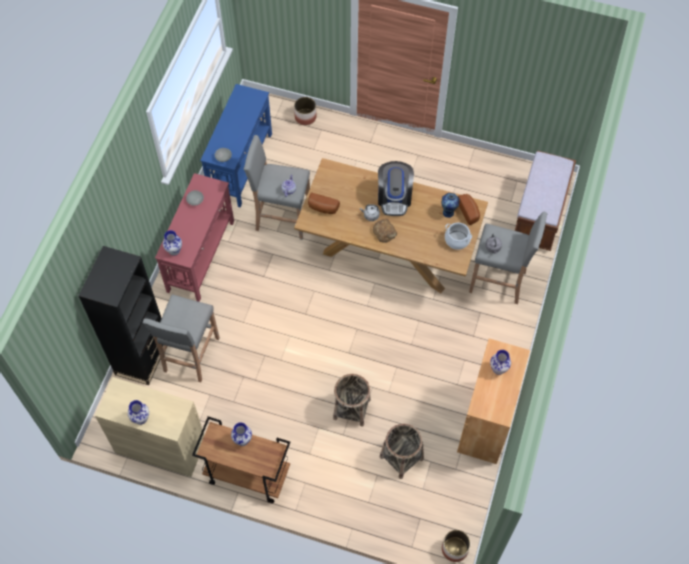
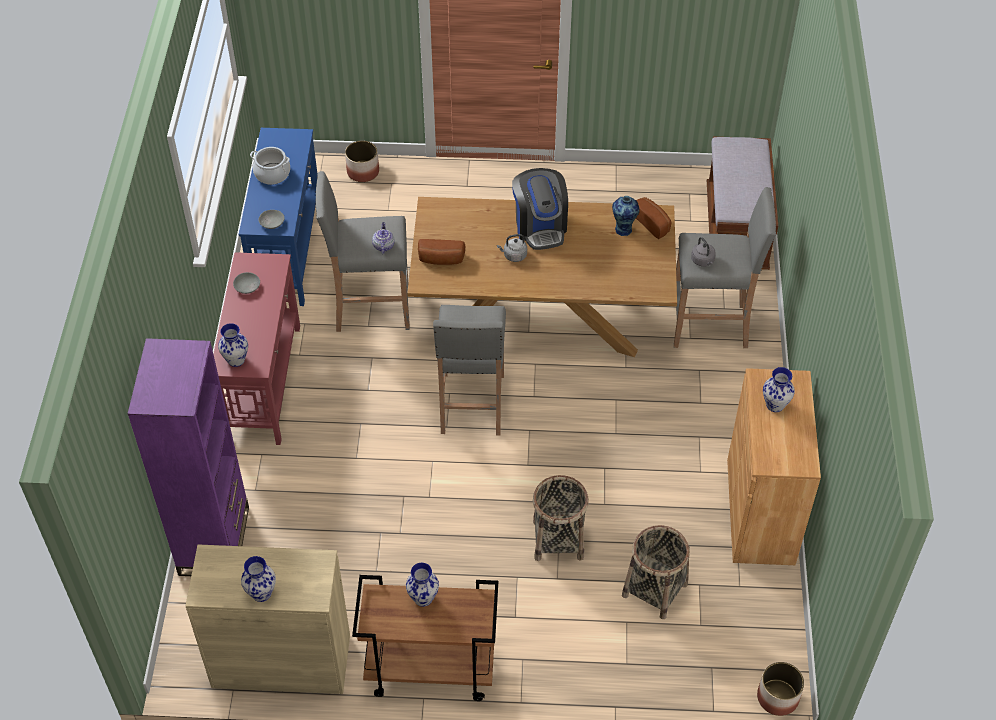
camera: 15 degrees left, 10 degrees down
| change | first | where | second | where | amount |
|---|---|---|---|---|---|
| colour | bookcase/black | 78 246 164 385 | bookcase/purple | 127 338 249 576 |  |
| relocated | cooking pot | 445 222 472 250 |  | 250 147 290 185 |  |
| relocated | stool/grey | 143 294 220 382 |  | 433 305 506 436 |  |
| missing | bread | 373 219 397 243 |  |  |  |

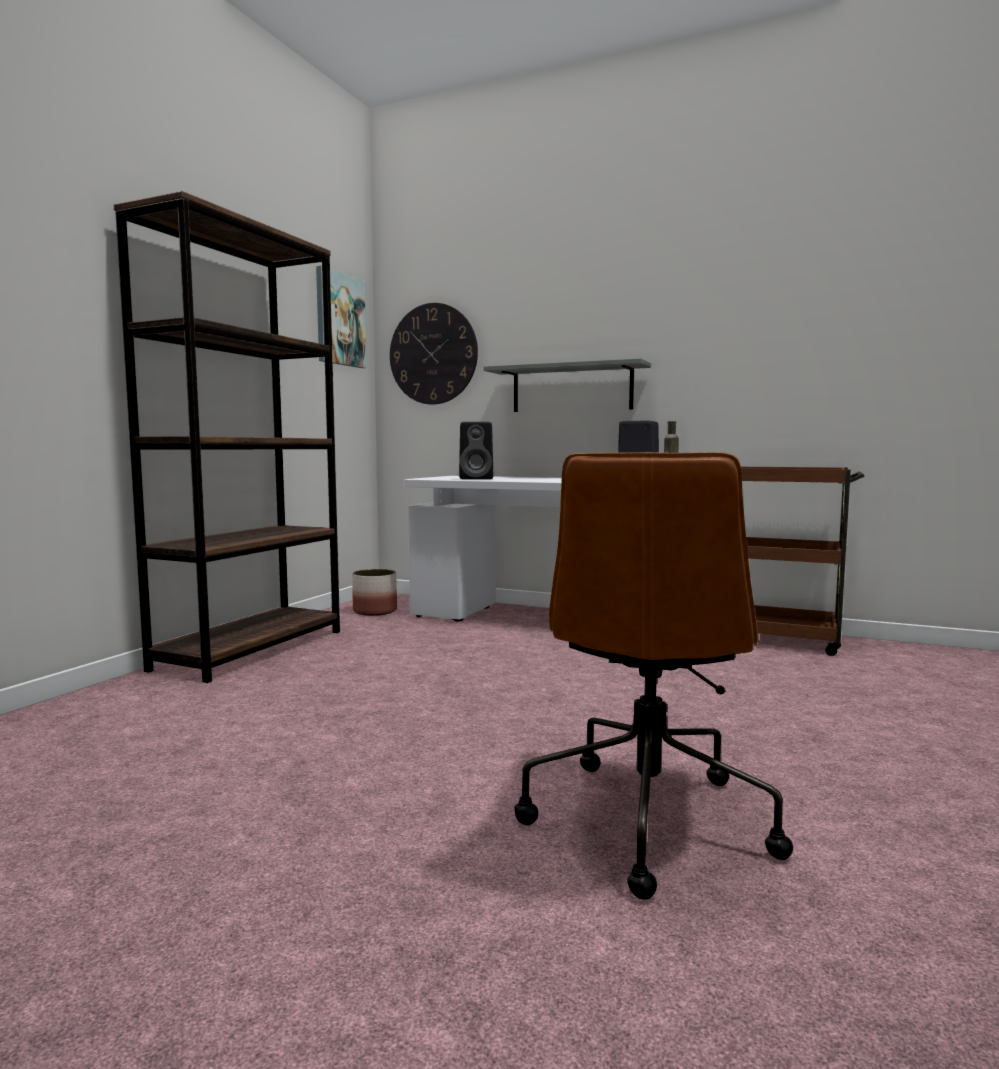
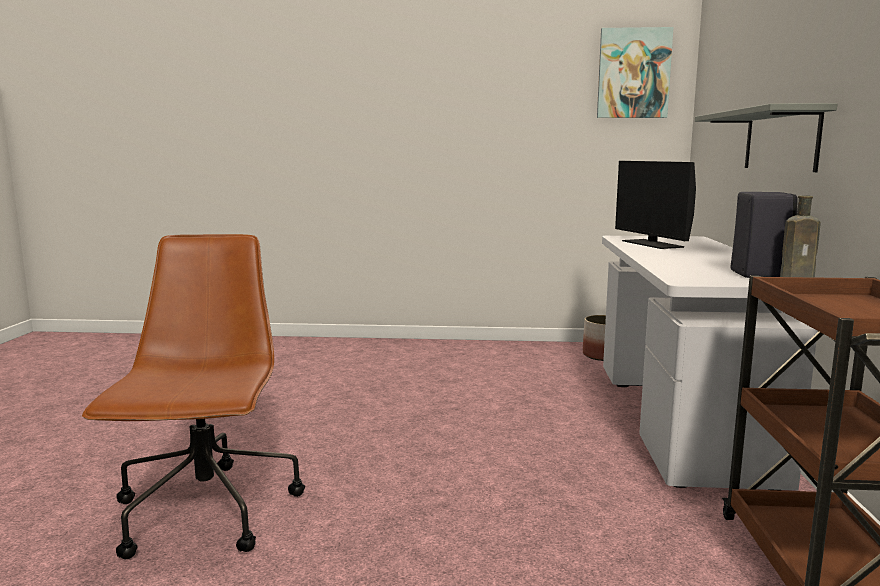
camera: 70 degrees right, 5 degrees up
| change | first | where | second | where | amount |
|---|---|---|---|---|---|
| spun | office chair/brown | 514 452 793 900 |  | 82 234 305 559 | 90 degrees clockwise |
| exchanged | speaker/black | 459 422 493 479 | monitor | 615 161 696 249 |  |
| missing | bookcase/brown | 114 191 340 683 |  |  |  |
| missing | wall clock | 390 303 478 405 |  |  |  |

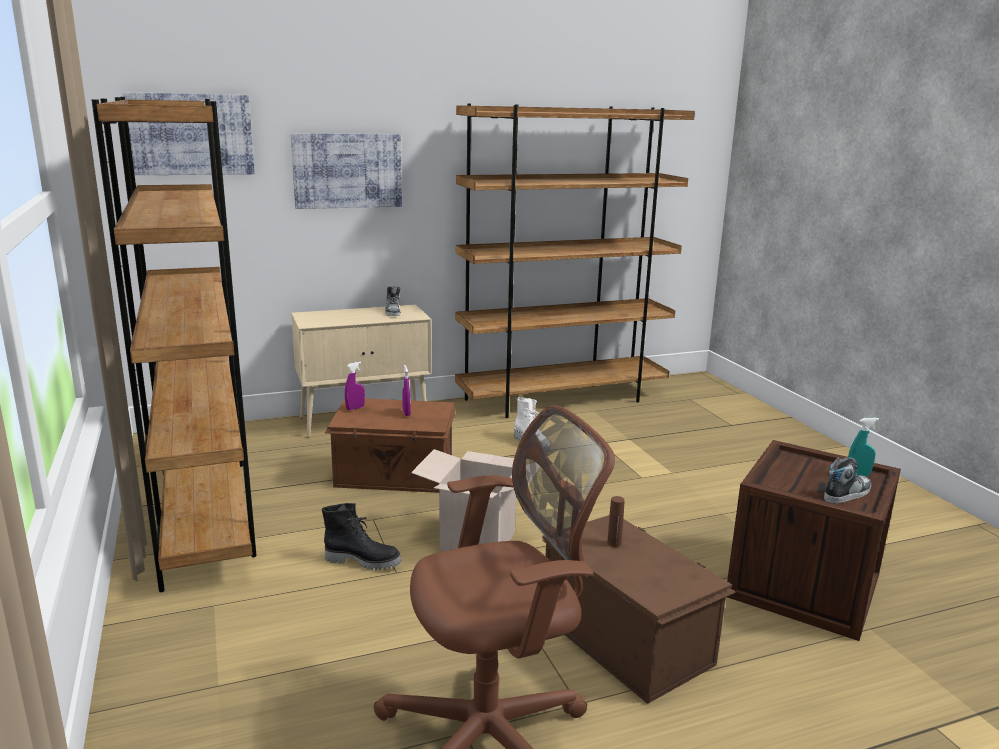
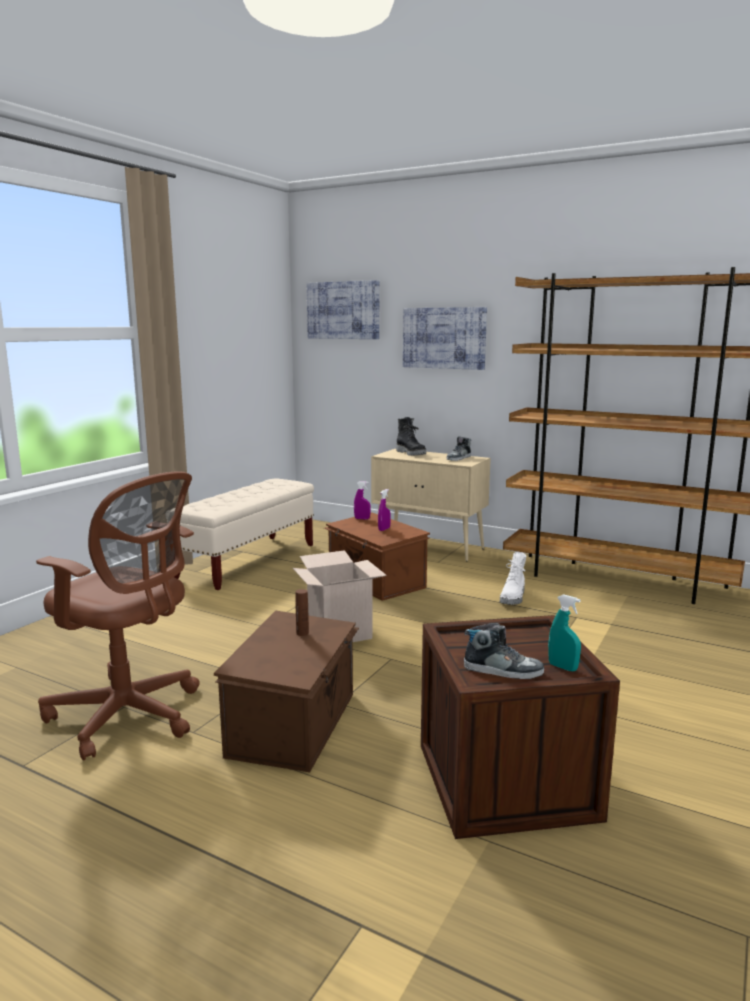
camera: 50 degrees right, 5 degrees down
| change | first | where | second | where | amount |
|---|---|---|---|---|---|
| exchanged | bookcase/brown | 91 97 257 592 | bench/beige | 166 478 314 590 |  |
| relocated | boot/black | 322 503 402 570 |  | 397 417 426 456 |  |

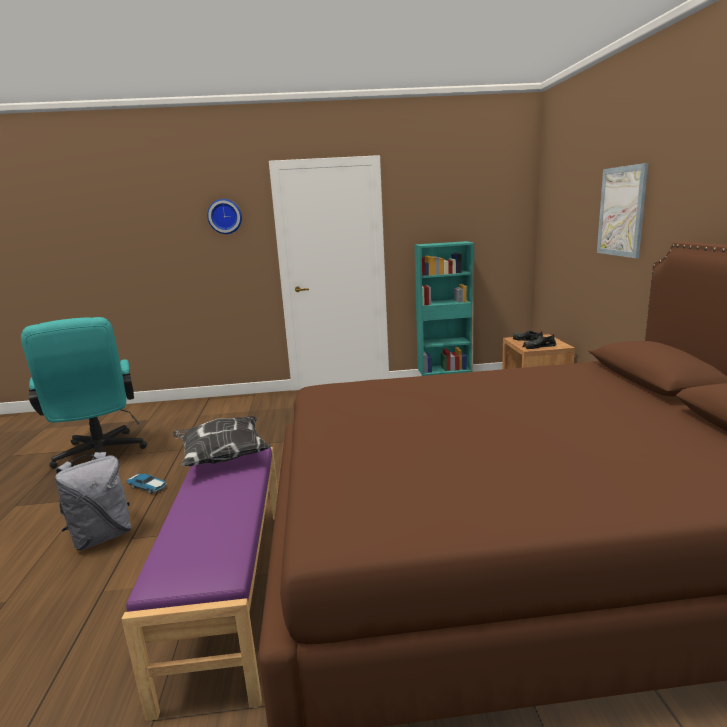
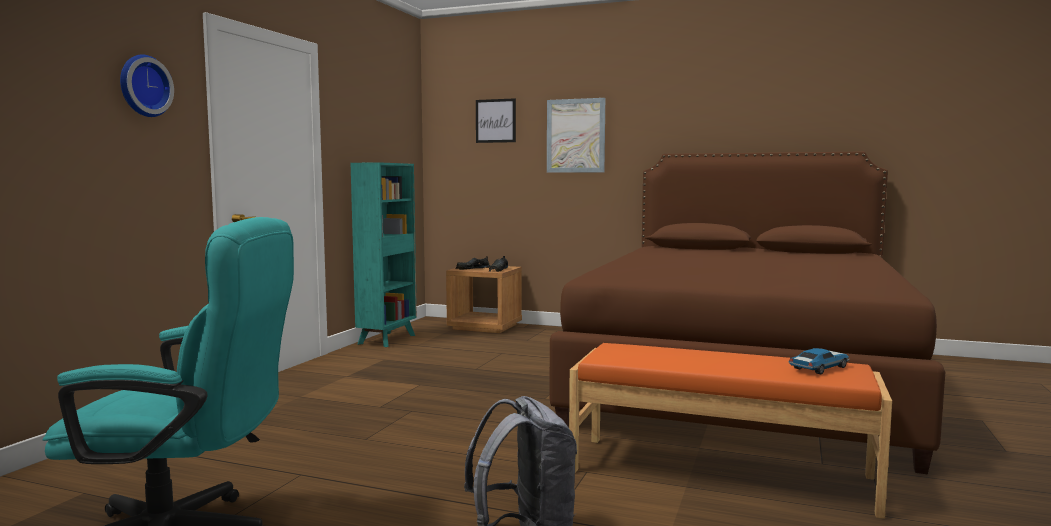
camera: 65 degrees left, 10 degrees down
| change | first | where | second | where | amount |
|---|---|---|---|---|---|
| appeared |  |  | picture | 476 98 516 143 |  |
| colour | bench/purple | 122 447 278 721 | bench/orange | 569 343 892 519 |  |
| relocated | toy car | 126 473 167 494 |  | 788 348 849 375 |  |
| missing | pillow | 173 416 271 466 |  |  |  |

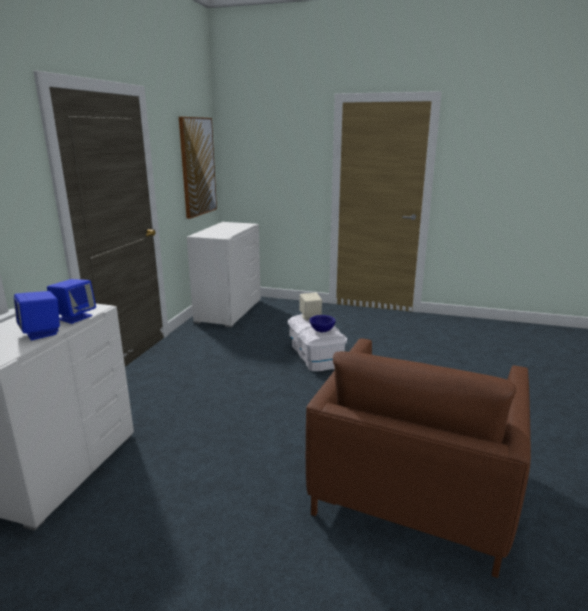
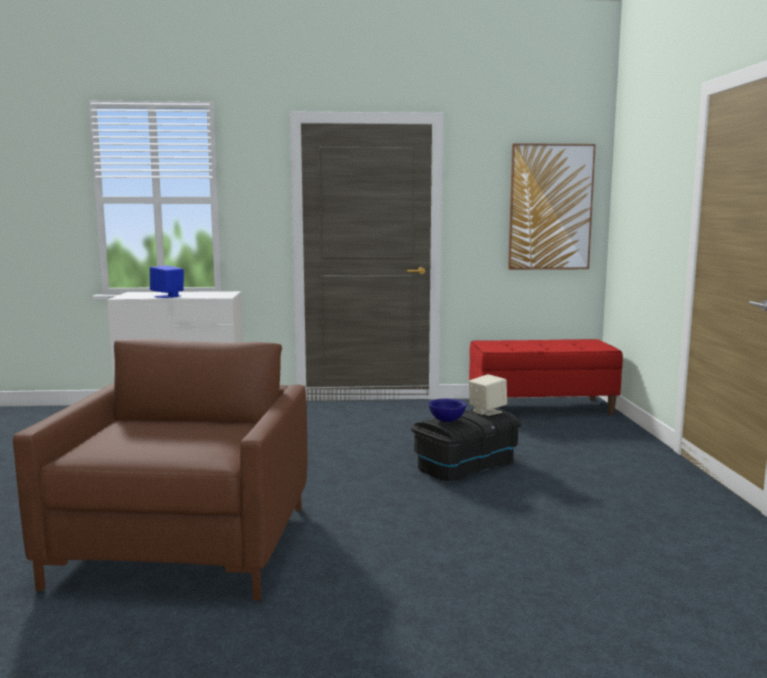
camera: 70 degrees right, 10 degrees down
| change | first | where | second | where | amount |
|---|---|---|---|---|---|
| spun | armchair/brown | 306 338 531 578 |  | 13 339 308 600 | 90 degrees clockwise |
| colour | storage box/white | 288 314 347 372 | storage box/black | 411 408 522 482 |  |
| exchanged | dresser/white | 187 222 261 328 | bench/red | 469 339 623 415 |  |
| missing | speaker/blue | 47 279 96 324 |  |  |  |

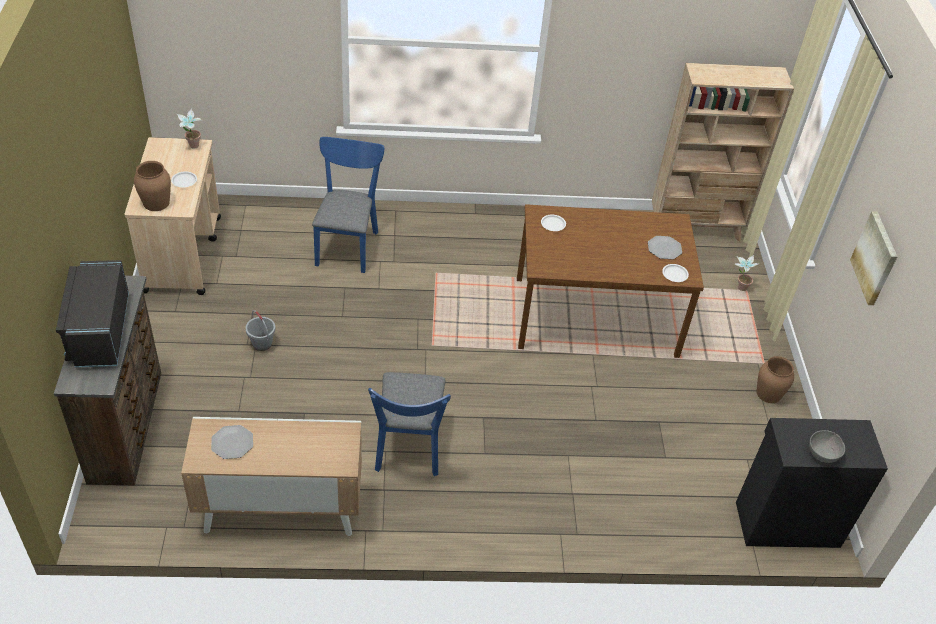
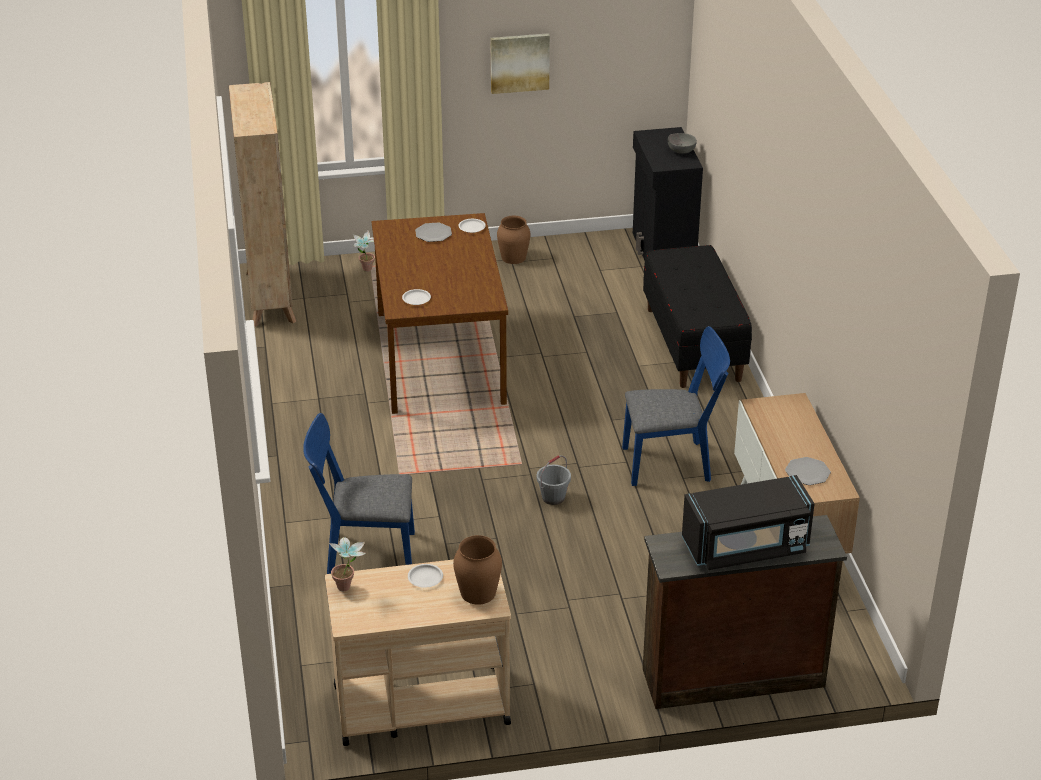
camera: 95 degrees left, 10 degrees down
| change | first | where | second | where | amount |
|---|---|---|---|---|---|
| relocated | bucket/grey | 246 310 276 351 |  | 537 455 571 505 |  |
| appeared |  |  | bench/black | 643 245 752 388 |  |

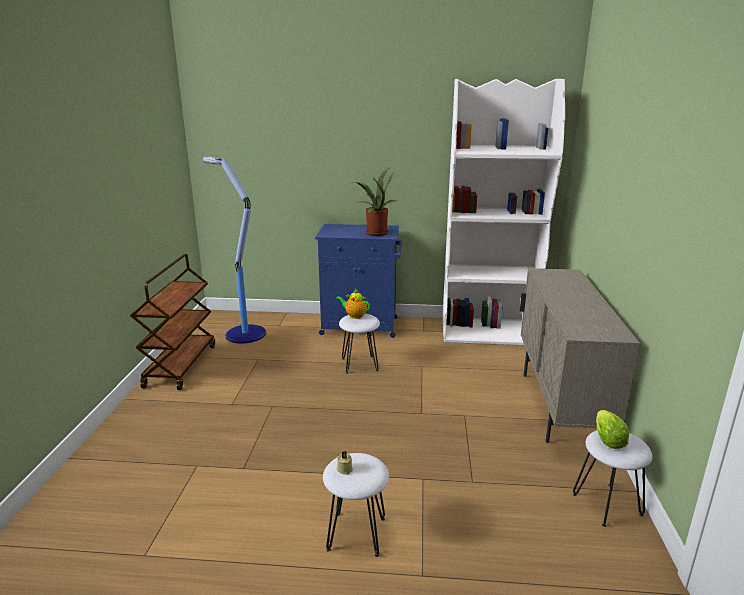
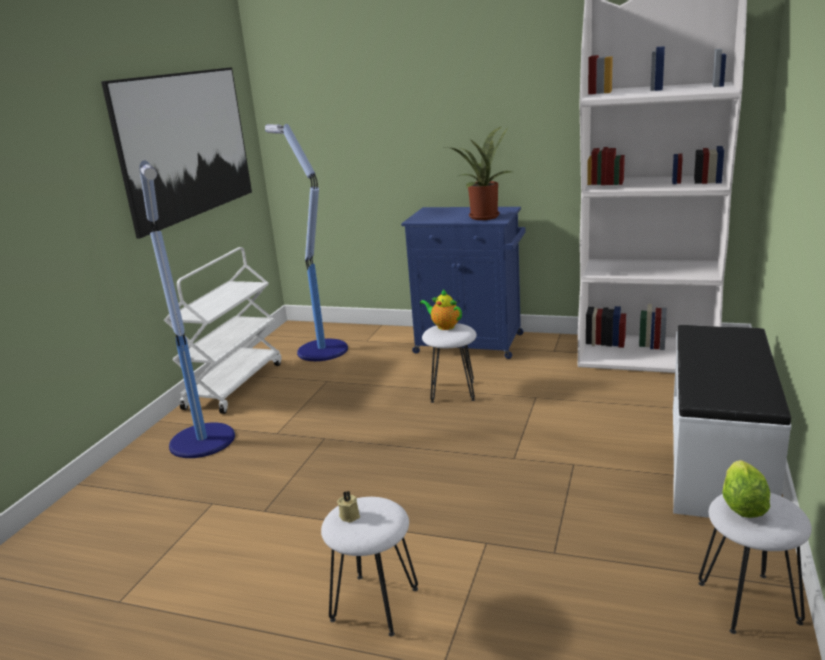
camera: 15 degrees right, 0 degrees up
| change | first | where | second | where | amount |
|---|---|---|---|---|---|
| appeared |  |  | picture | 101 67 252 238 |  |
| appeared |  |  | floor lamp | 139 161 235 458 |  |
| colour | cart/brown | 130 254 215 390 | cart/white | 164 247 281 414 |  |
| exchanged | cabinet/beige | 520 268 640 443 | bench/white | 673 325 791 518 |  |

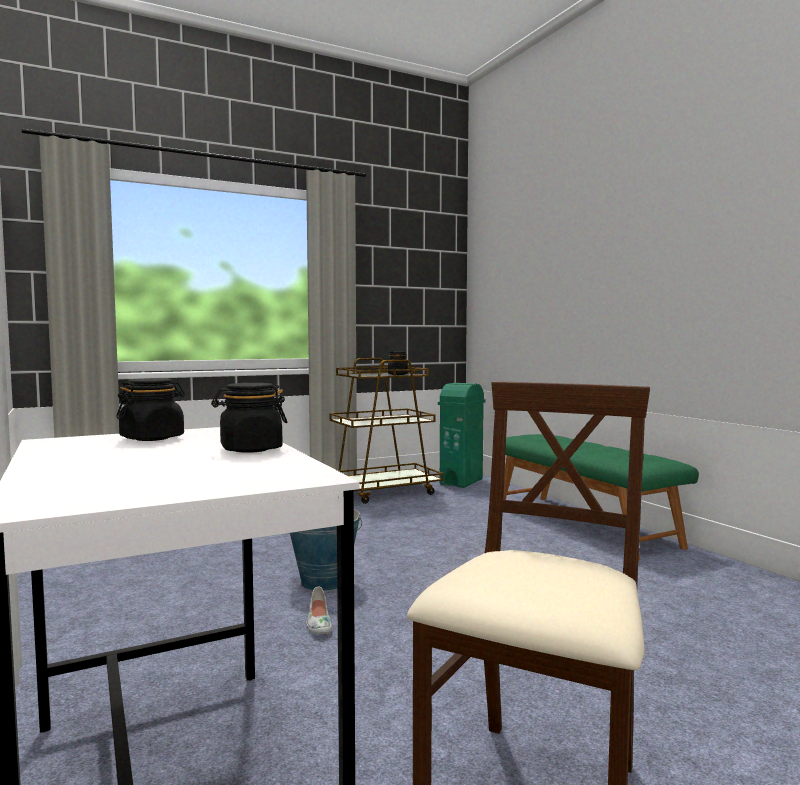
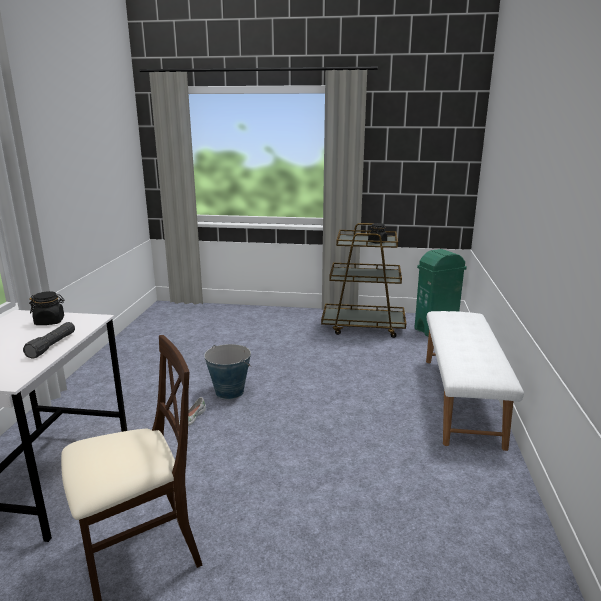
camera: 35 degrees right, 15 degrees up
| change | first | where | second | where | amount |
|---|---|---|---|---|---|
| exchanged | jar/black | 211 383 287 453 | flashlight/black | 23 322 75 359 |  |
| colour | bench/green | 503 434 699 561 | bench/white | 426 311 524 451 |  |

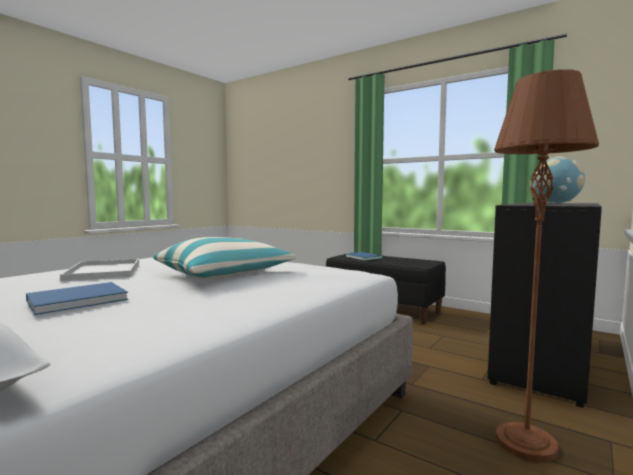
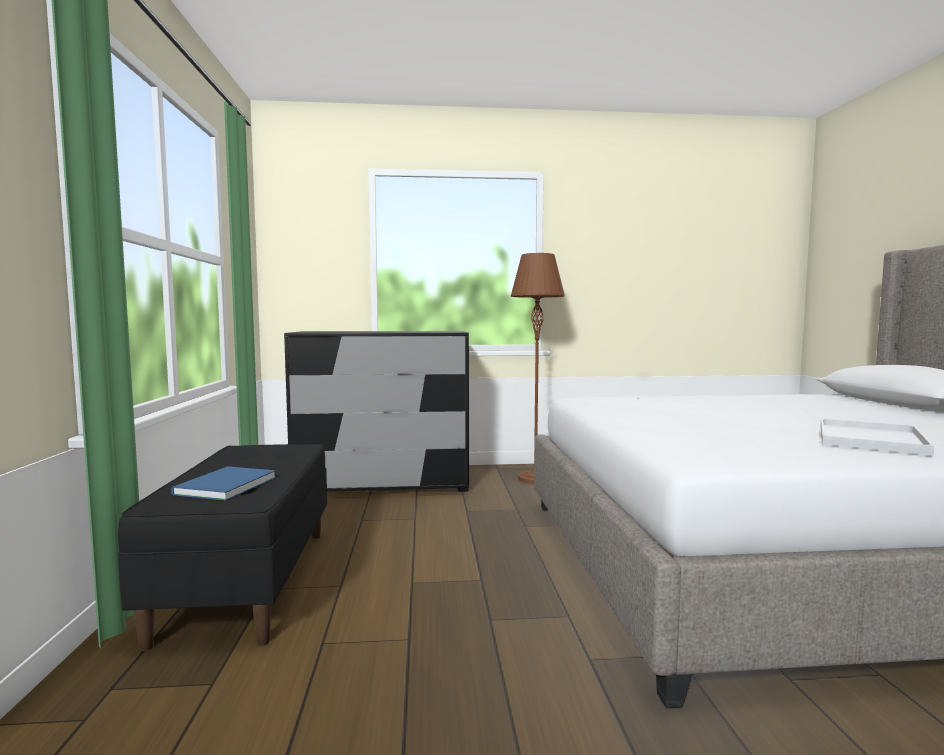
camera: 130 degrees left, 0 degrees up
| change | first | where | second | where | amount |
|---|---|---|---|---|---|
| missing | book/blue | 26 282 128 315 |  |  |  |
| missing | pillow | 153 237 296 279 |  |  |  |
| missing | globe | 532 157 585 204 |  |  |  |

